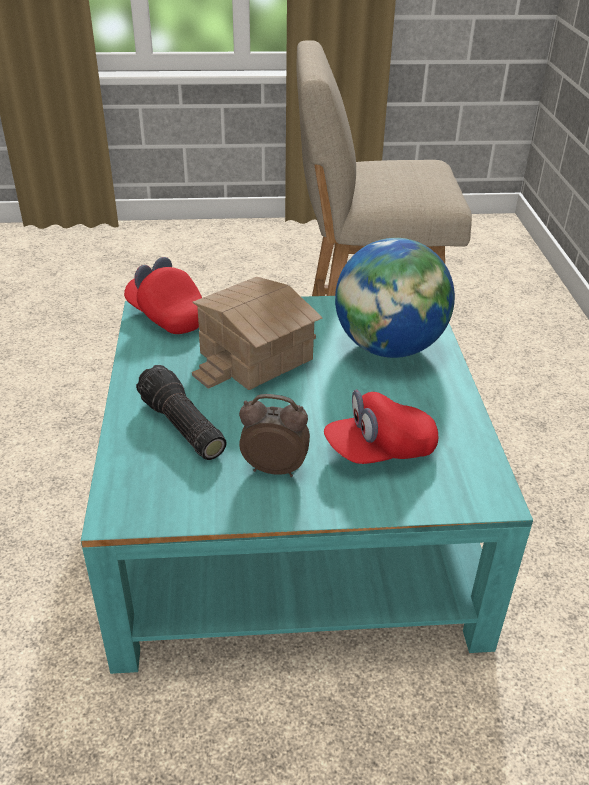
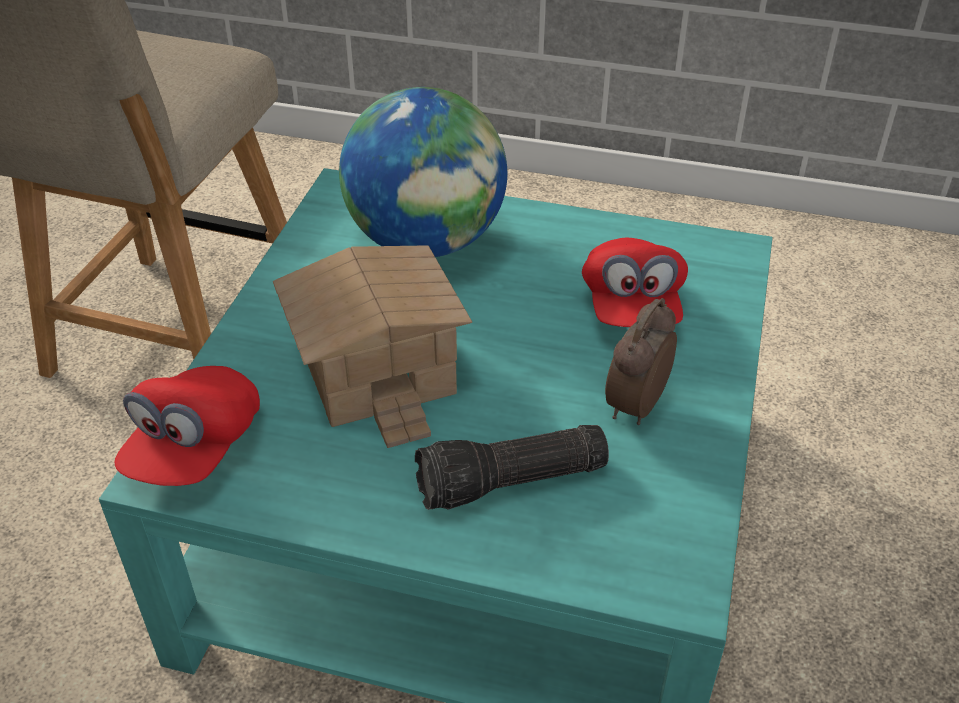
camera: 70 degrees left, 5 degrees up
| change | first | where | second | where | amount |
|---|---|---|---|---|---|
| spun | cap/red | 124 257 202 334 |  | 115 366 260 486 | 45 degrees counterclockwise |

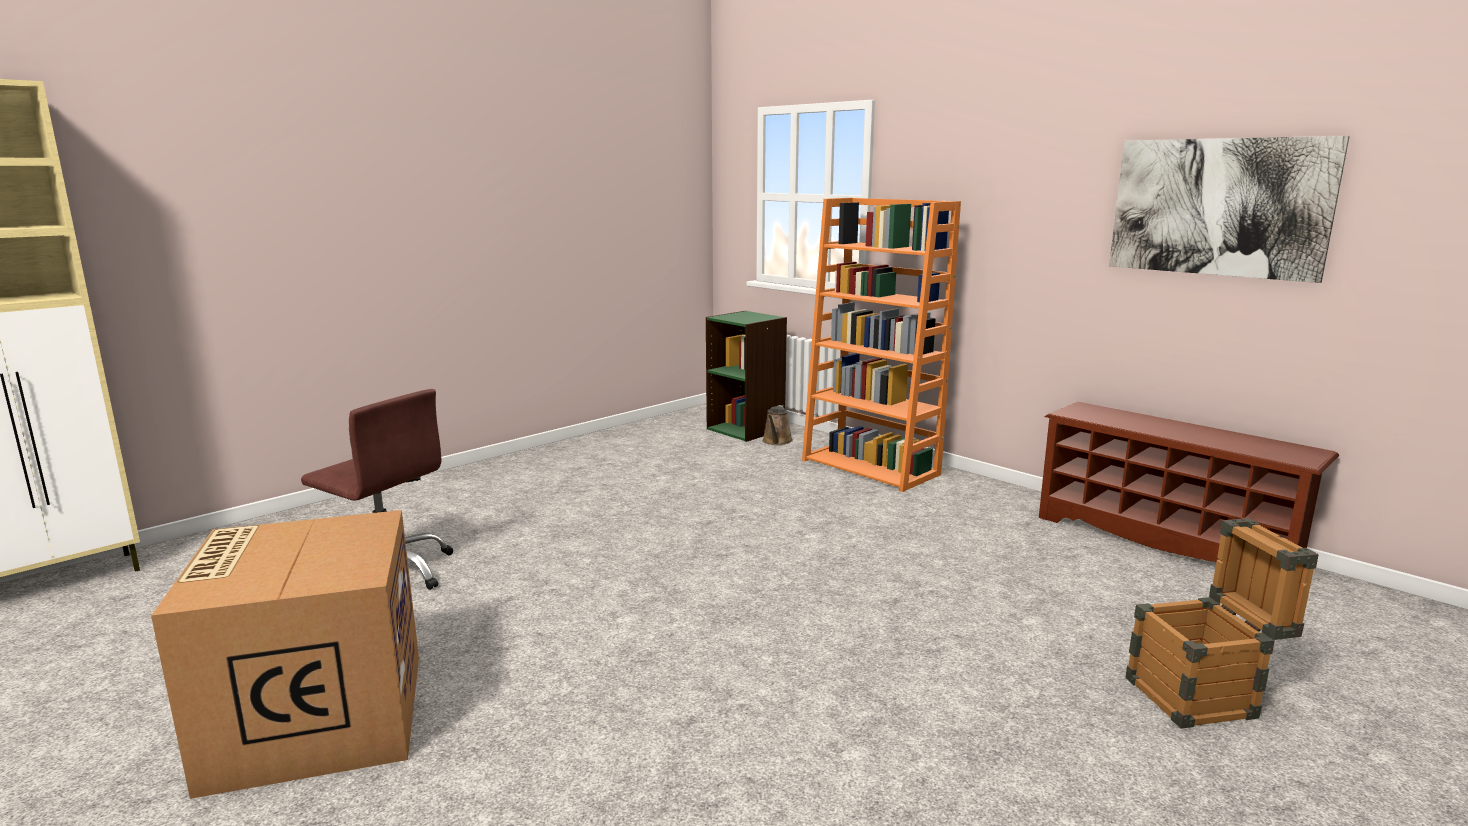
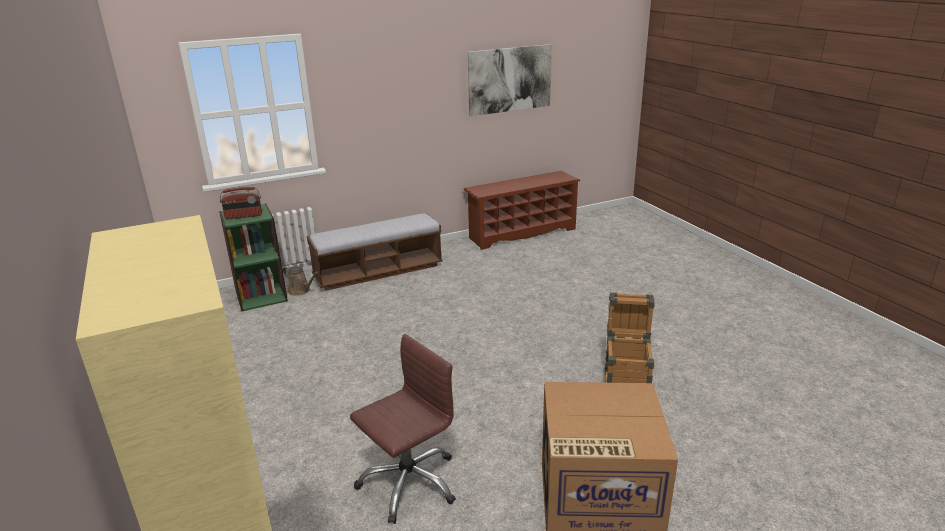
camera: 70 degrees left, 10 degrees up
| change | first | where | second | where | amount |
|---|---|---|---|---|---|
| appeared |  |  | radio | 220 187 262 220 |  |
| exchanged | bookcase/orange | 802 198 961 492 | bench | 307 213 443 291 |  |
| relocated | crate | 1125 518 1319 729 |  | 604 293 655 383 |  |

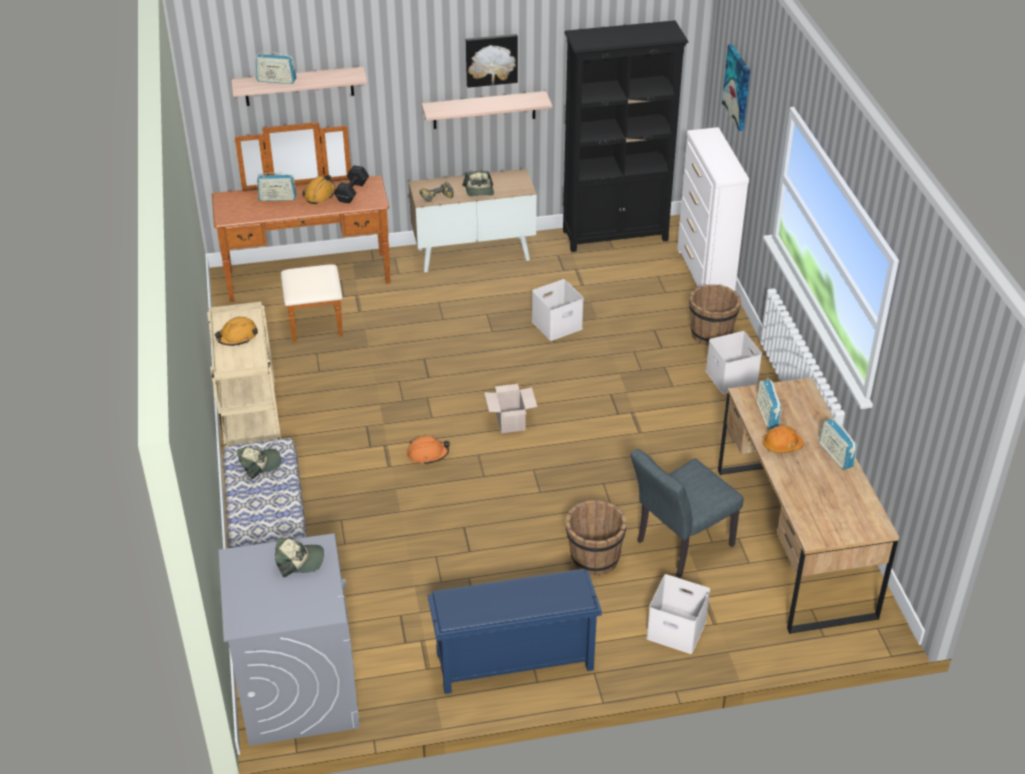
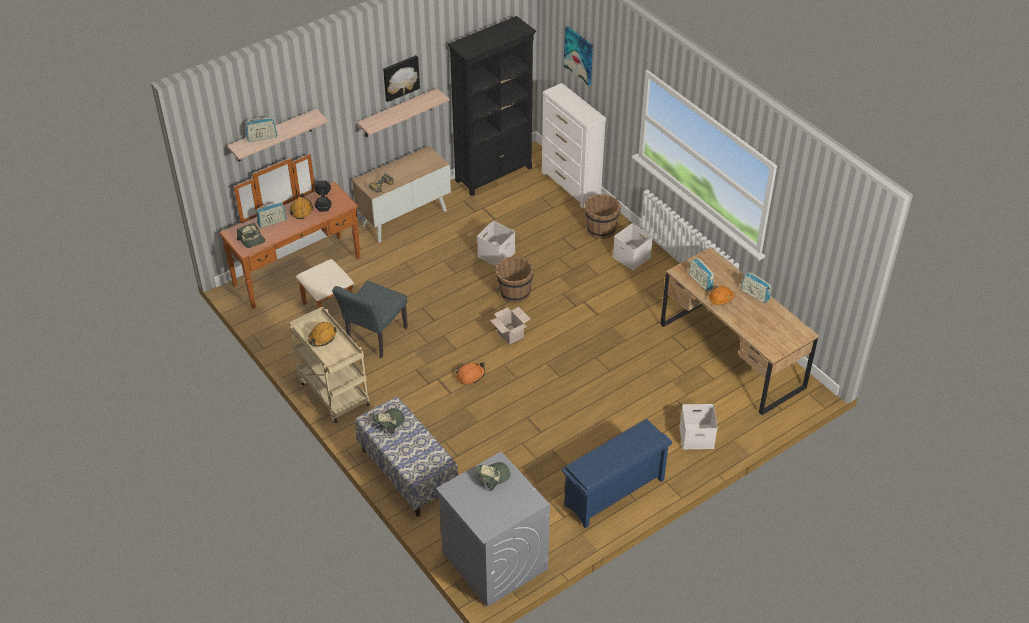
camera: 25 degrees left, 5 degrees up
| change | first | where | second | where | amount |
|---|---|---|---|---|---|
| relocated | cap | 462 171 494 196 |  | 237 223 265 248 |  |
| relocated | chair/grey | 631 449 743 578 |  | 332 281 408 358 |  |
| relocated | bucket/brown | 565 500 627 575 |  | 495 256 534 303 |  |

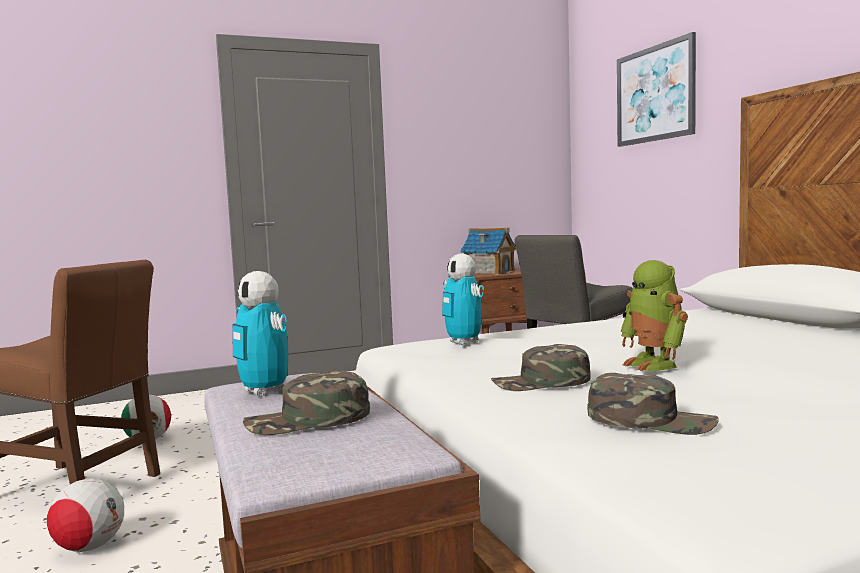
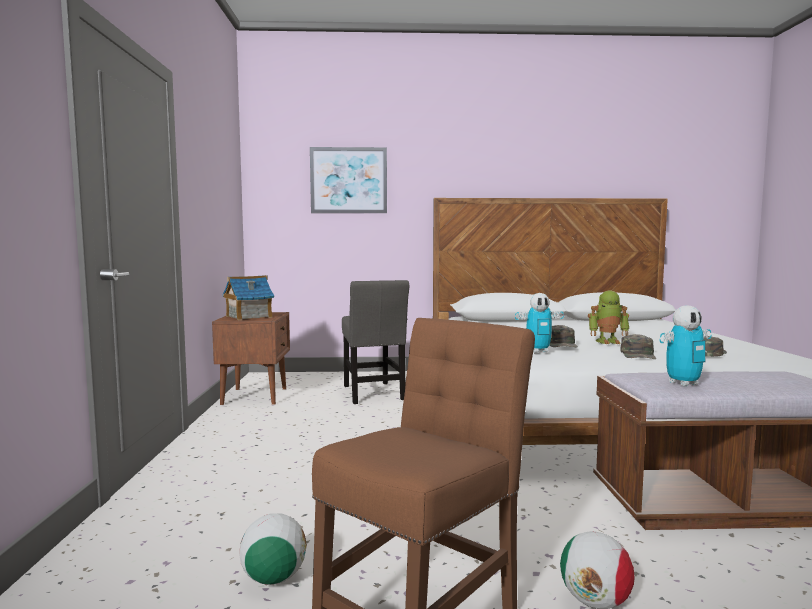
camera: 70 degrees left, 0 degrees up
| change | first | where | second | where | amount |
|---|---|---|---|---|---|
| relocated | cap/green | 243 371 370 435 |  | 550 325 578 348 |  |

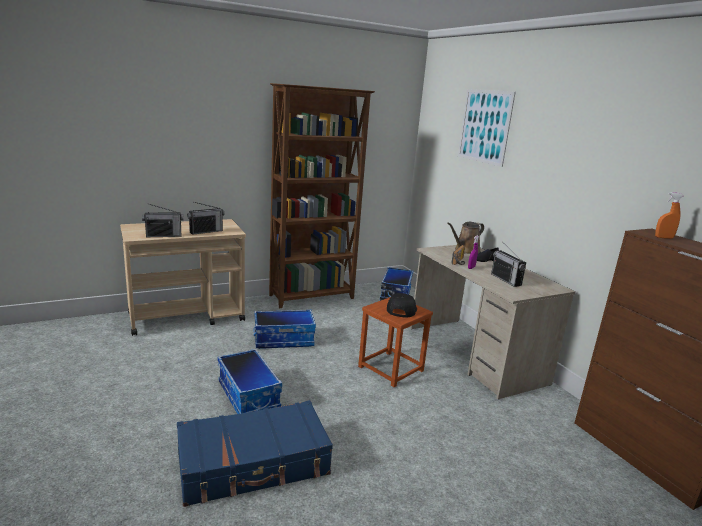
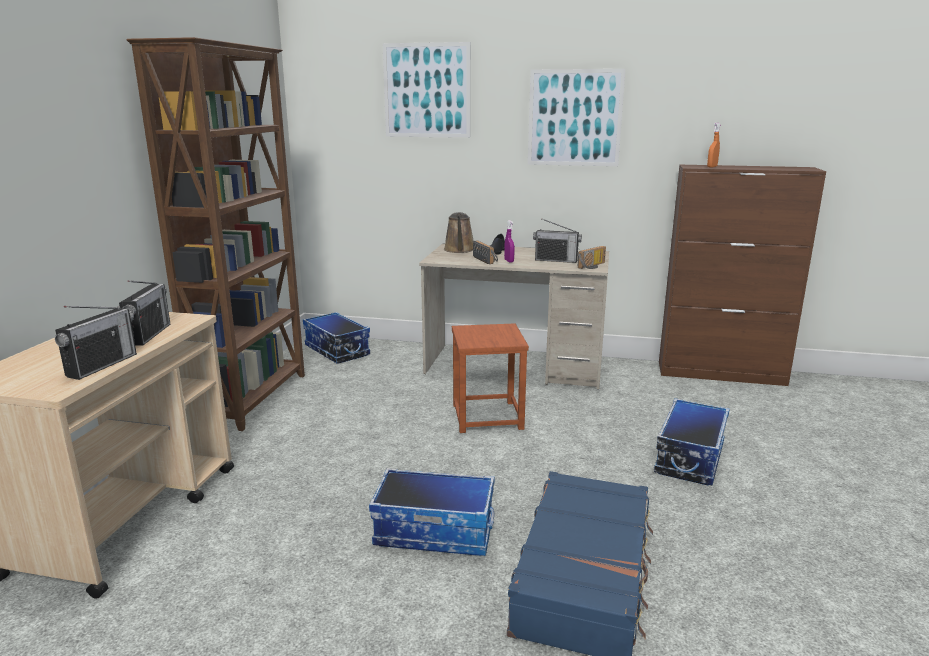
camera: 50 degrees left, 0 degrees up
| change | first | where | second | where | amount |
|---|---|---|---|---|---|
| appeared |  |  | picture | 528 69 625 166 |  |
| appeared |  |  | radio | 578 246 606 269 |  |
| relocated | storage box | 253 310 316 349 |  | 654 398 730 485 |  |
| missing | cap/black | 387 293 417 318 |  |  |  |

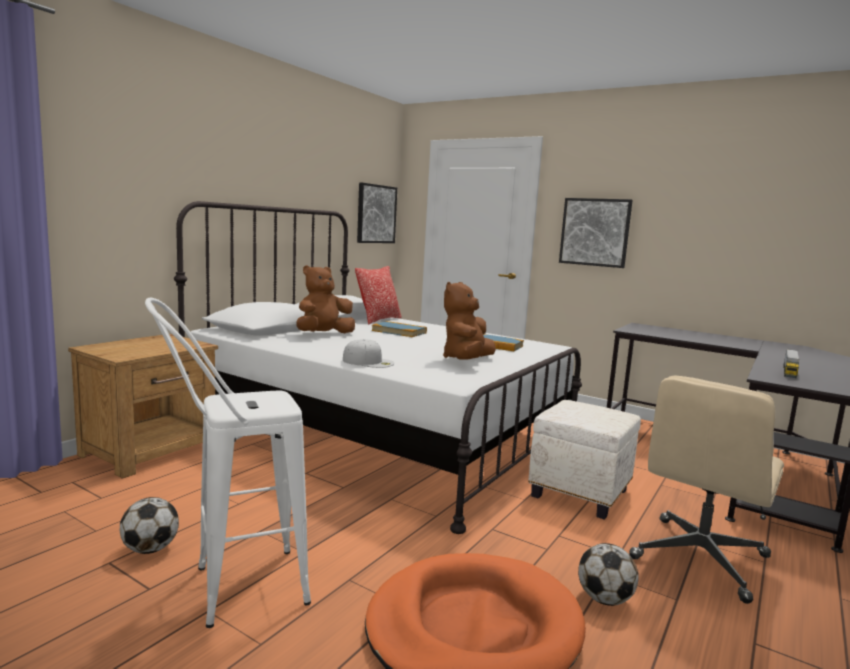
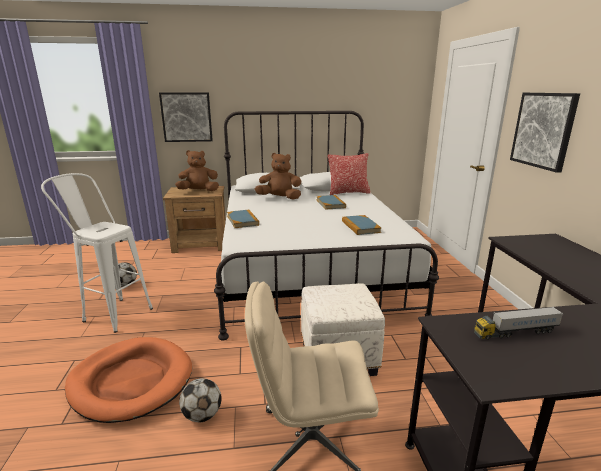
camera: 50 degrees right, 10 degrees up
| change | first | where | second | where | amount |
|---|---|---|---|---|---|
| relocated | picture | 357 183 397 243 |  | 159 92 213 142 |  |
| relocated | plush toy/brown | 443 282 496 360 |  | 175 150 219 191 |  |
| exchanged | cap/white | 343 339 395 368 | book | 227 209 259 228 |  |

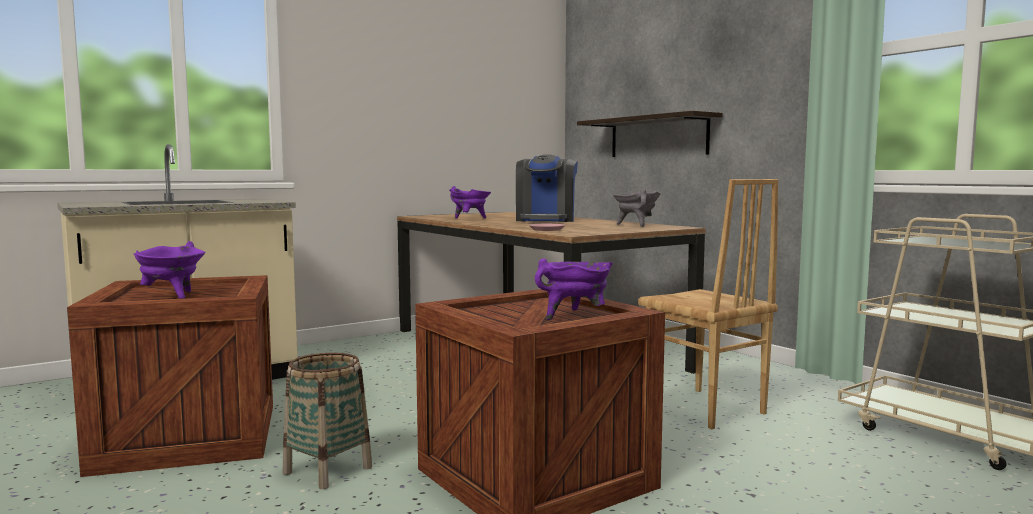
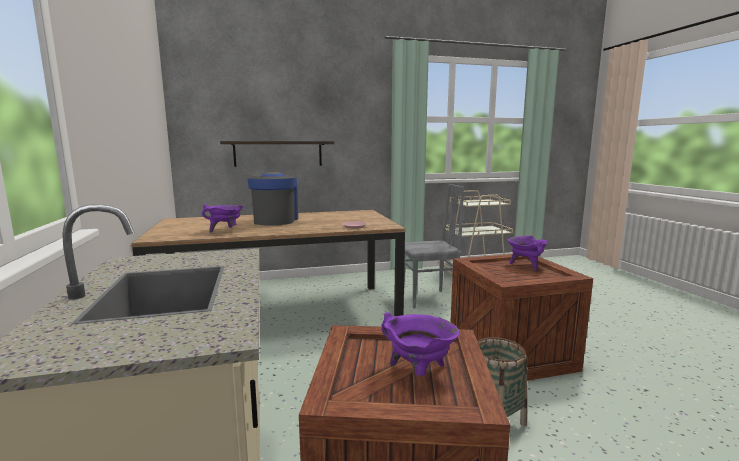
camera: 70 degrees left, 5 degrees up
| change | first | where | second | where | amount |
|---|---|---|---|---|---|
| spun | coffee machine | 516 154 578 222 |  | 247 172 298 225 | 120 degrees counterclockwise |
| colour | chair/brown | 638 179 778 429 | chair/grey | 404 184 464 309 |  |
| missing | cooking pot/grey | 613 189 661 227 |  |  |  |

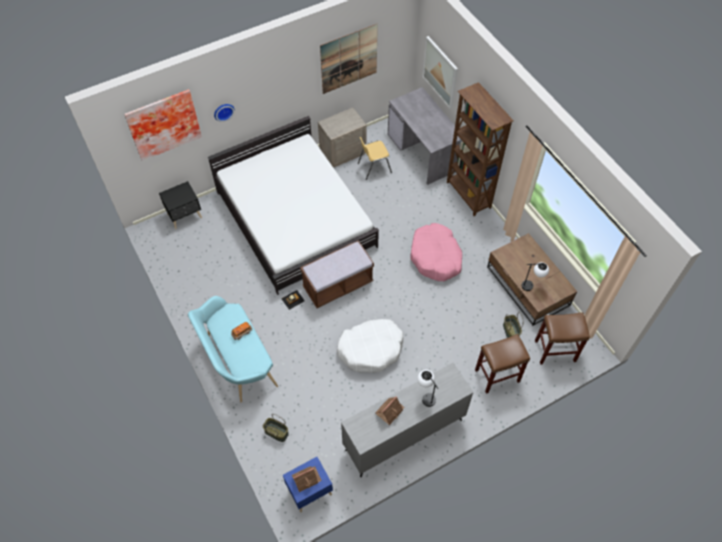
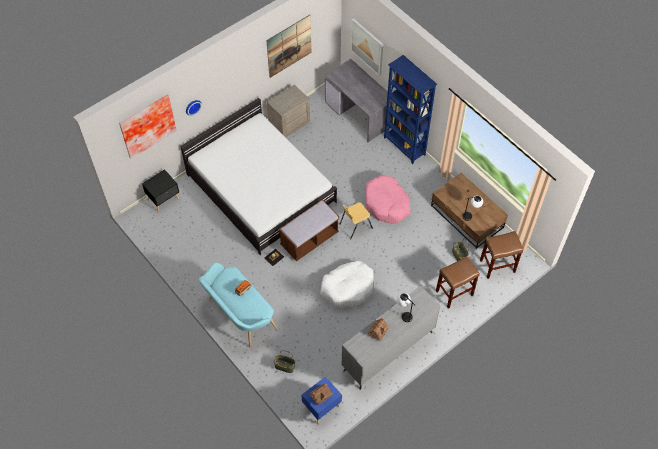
camera: 10 degrees left, 0 degrees up
| change | first | where | second | where | amount |
|---|---|---|---|---|---|
| relocated | chair/yellow | 358 137 392 180 |  | 339 202 373 240 |  |
| colour | bookcase/brown | 447 82 514 216 | bookcase/blue | 384 55 437 164 |  |

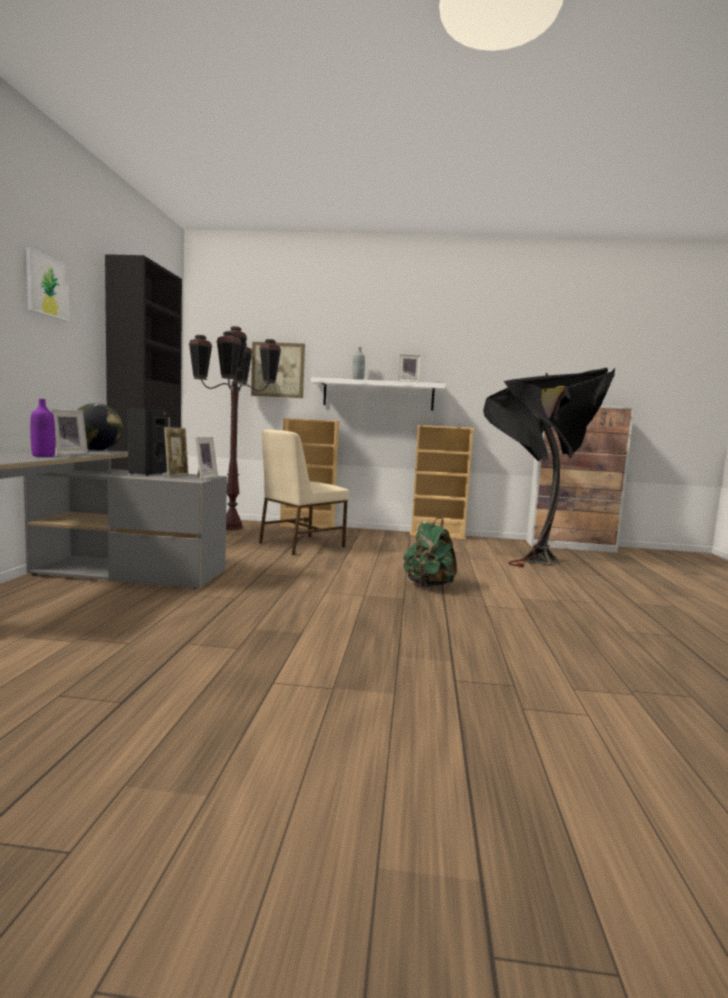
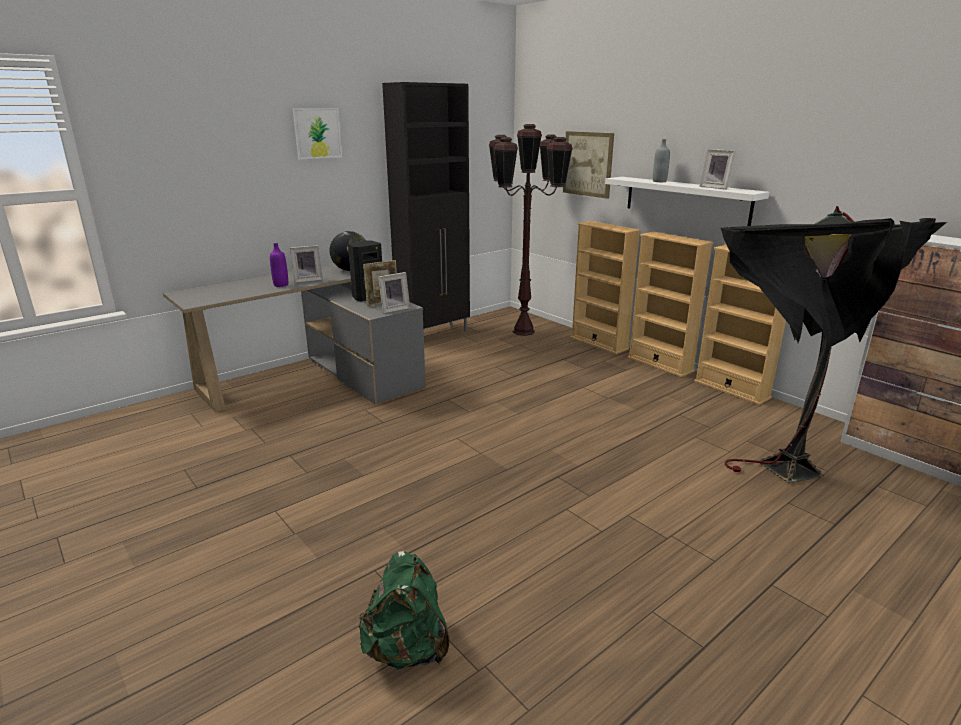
camera: 45 degrees right, 15 degrees up
| change | first | where | second | where | amount |
|---|---|---|---|---|---|
| relocated | backpack/green | 404 517 457 588 |  | 359 551 449 670 |  |
| appeared |  |  | bookcase/beige | 627 231 713 377 |  |
| missing | chair/beige | 259 430 349 555 |  |  |  |

